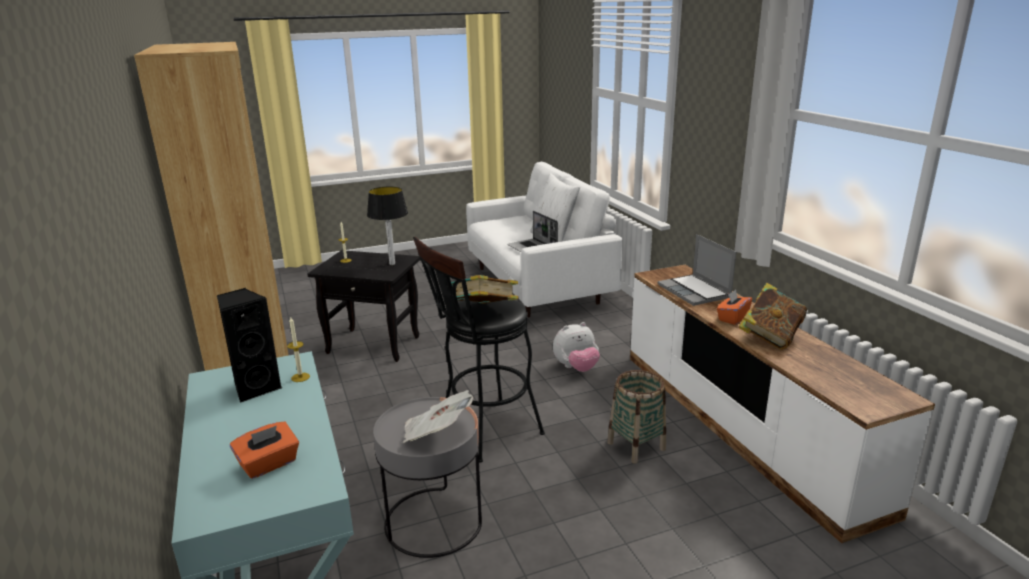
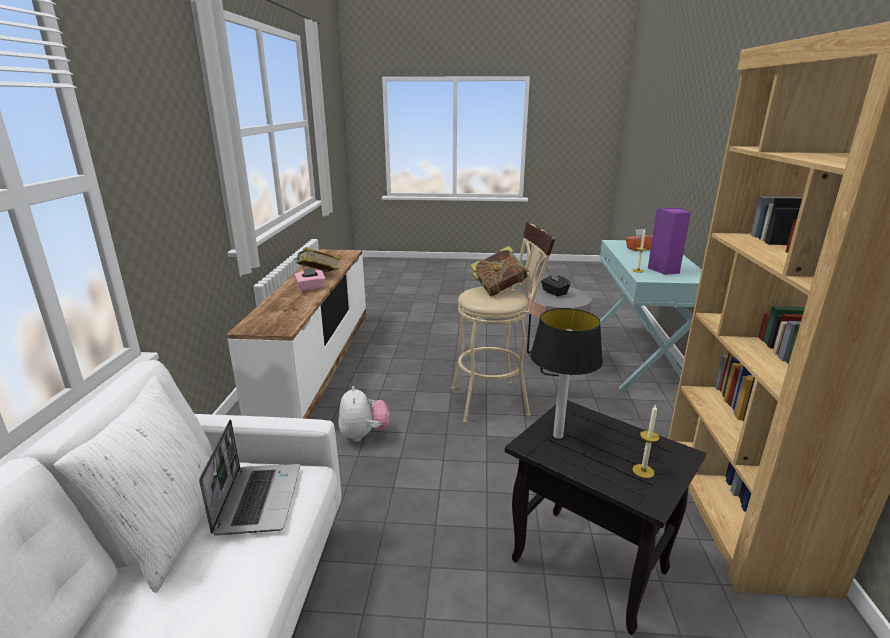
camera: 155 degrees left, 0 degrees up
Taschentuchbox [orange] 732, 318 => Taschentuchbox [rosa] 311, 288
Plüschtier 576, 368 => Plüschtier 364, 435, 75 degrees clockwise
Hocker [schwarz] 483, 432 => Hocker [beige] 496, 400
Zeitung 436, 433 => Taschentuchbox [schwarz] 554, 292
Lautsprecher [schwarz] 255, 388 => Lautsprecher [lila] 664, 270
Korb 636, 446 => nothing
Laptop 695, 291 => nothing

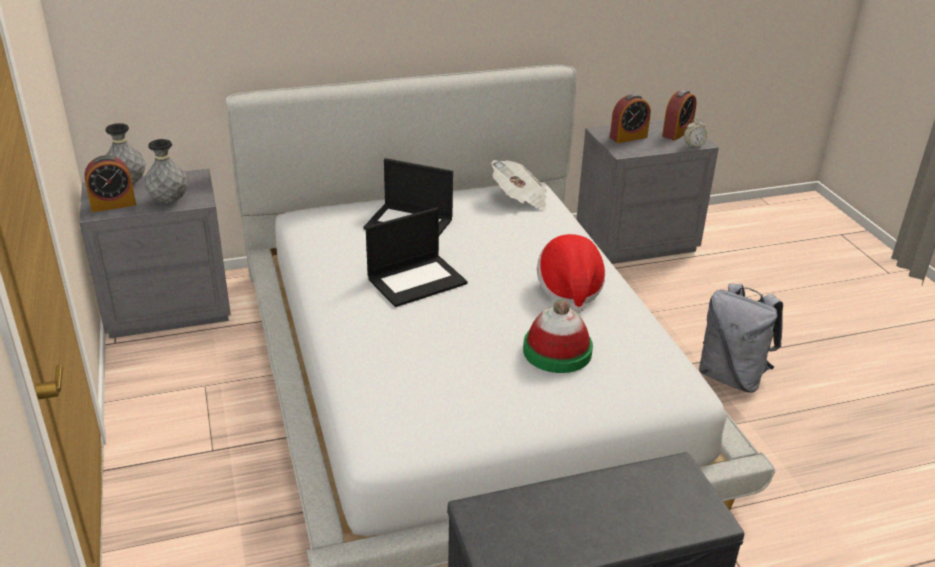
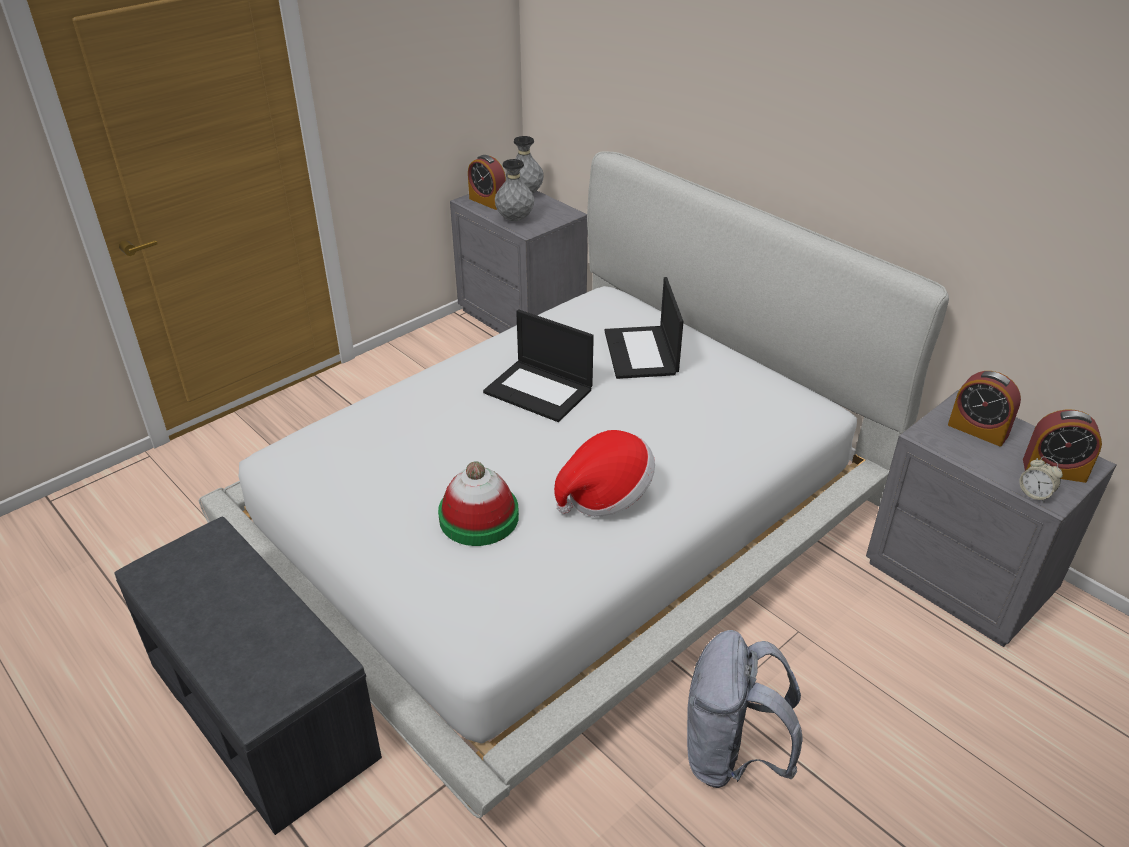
camera: 65 degrees right, 5 degrees up
Zeitung 519, 199 => nothing

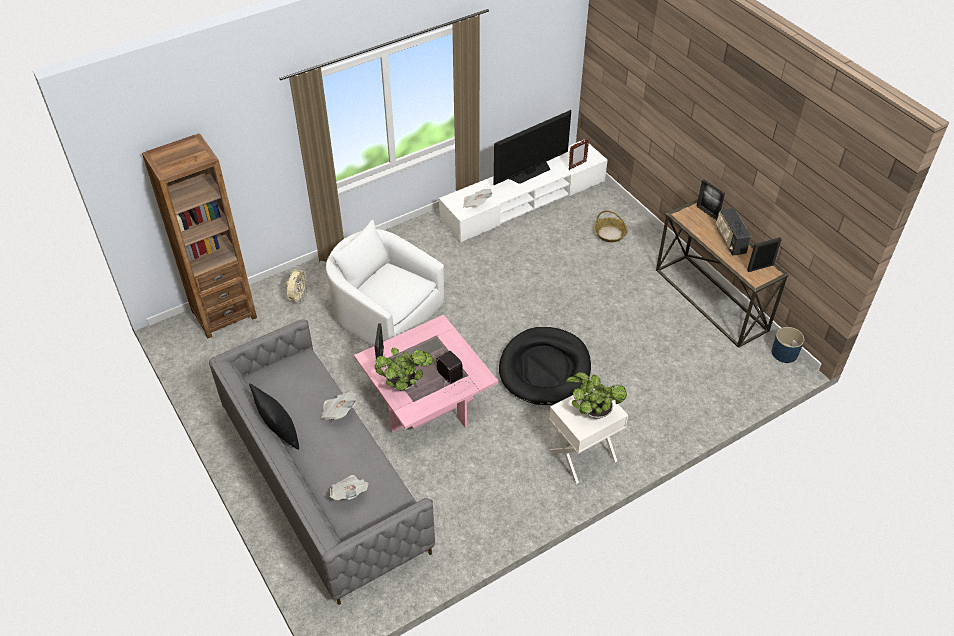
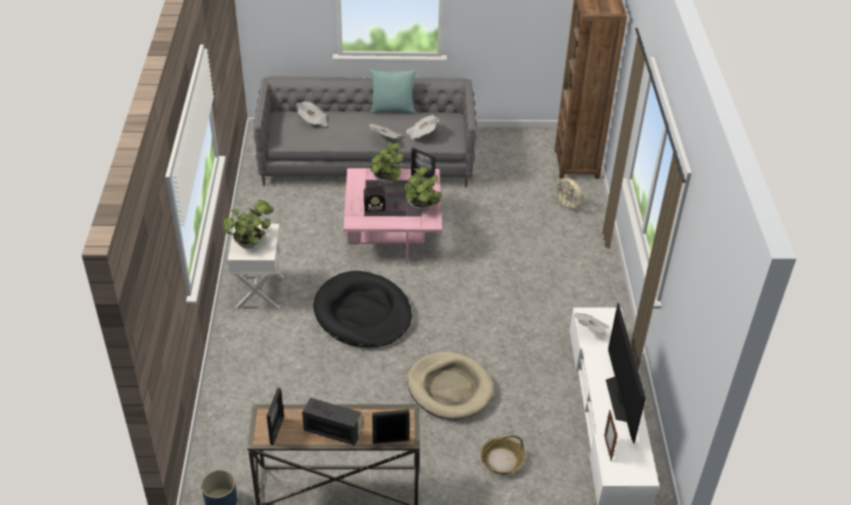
camera: 120 degrees right, 5 degrees down
Kissen [schwarz] 279, 432 => Kissen [türkis] 392, 110
nothing => Topfpflanze 422, 208
nothing => Zeitung 421, 134
nothing => Hundebett [beige] 450, 388
Sessel [weiß] 384, 313 => nothing

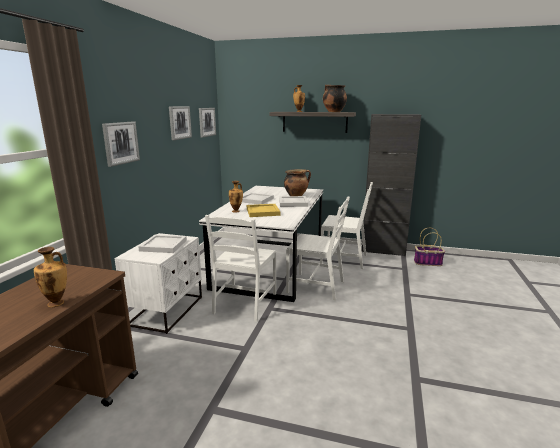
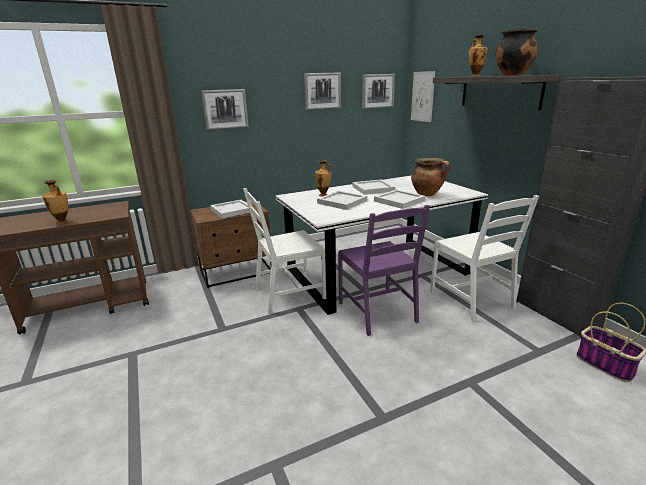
camera: 50 degrees right, 5 degrees up
Nachttisch [weiß] 167, 311 => Nachttisch [braun] 237, 272
Tablett [gelb] 262, 212 => Tablett [weiß] 342, 202
Stuhl [weiß] 316, 286 => Stuhl [lila] 378, 312
nothing => Bild 422, 96

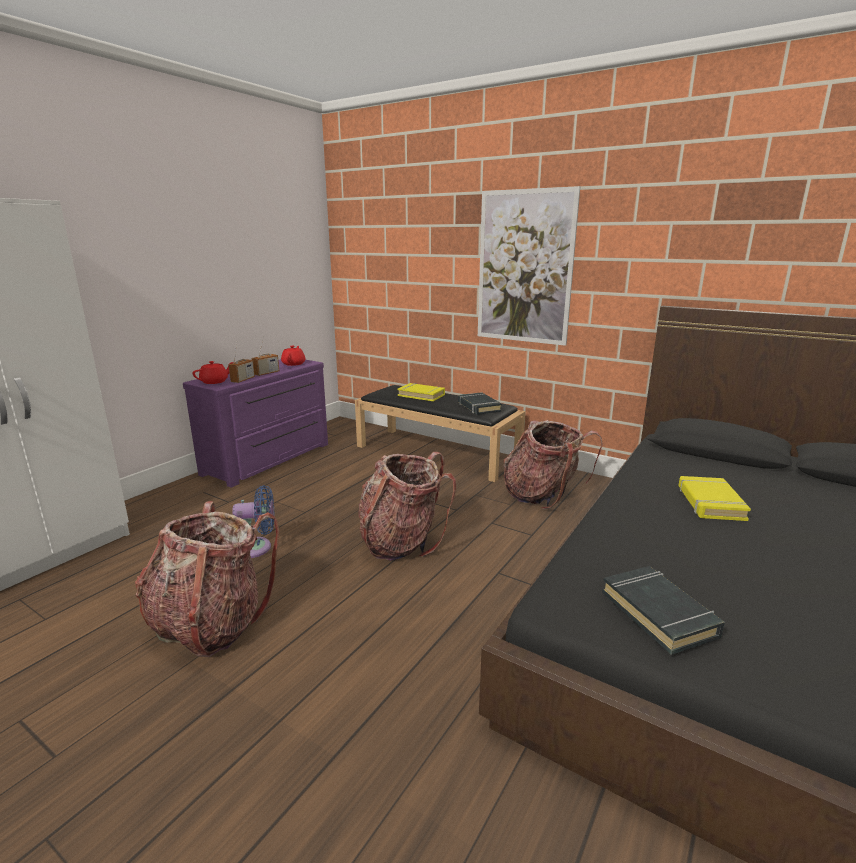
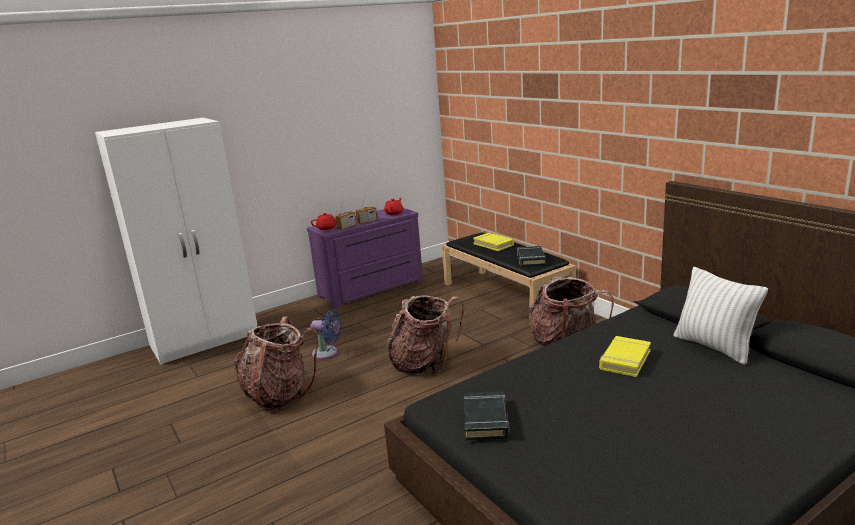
camera: 25 degrees right, 0 degrees up
nothing => Kissen [weiß] 714, 347
Bild 524, 268 => nothing

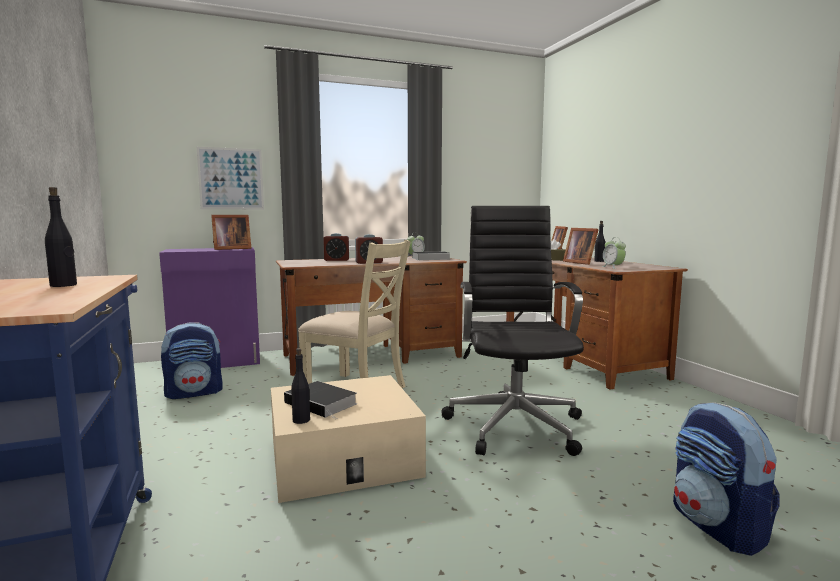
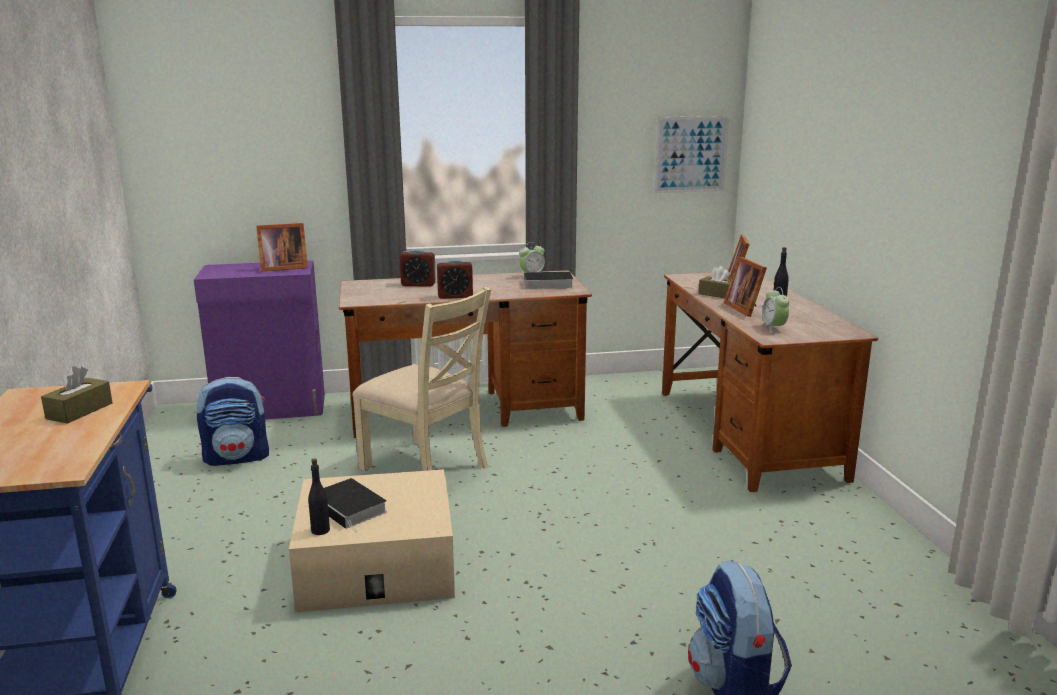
camera: 10 degrees right, 10 degrees up
Flasche [schwarz] 64, 285 => Taschentuchbox [braun] 79, 411
Bild 231, 179 => Bild 691, 154, shifted
Bürostuhl [schwarz] 514, 424 => nothing

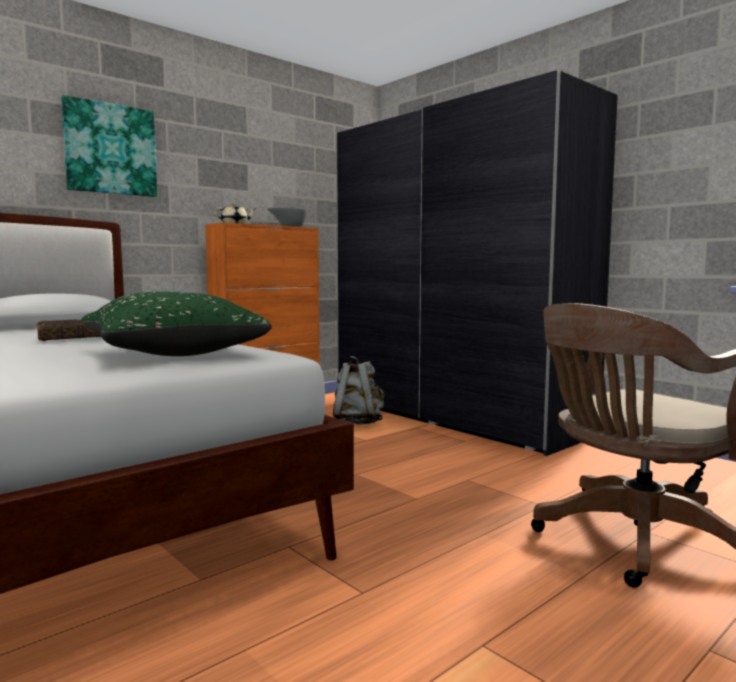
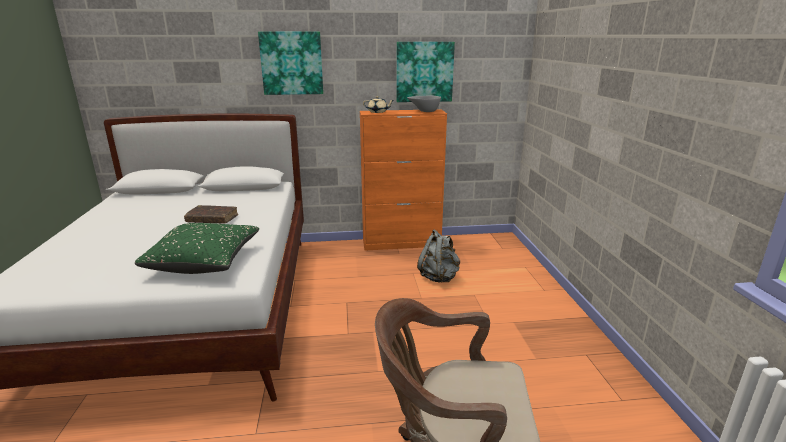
camera: 35 degrees right, 15 degrees up
nothing => Bild 424, 72
Kleiderschrank [grau] 454, 416 => nothing

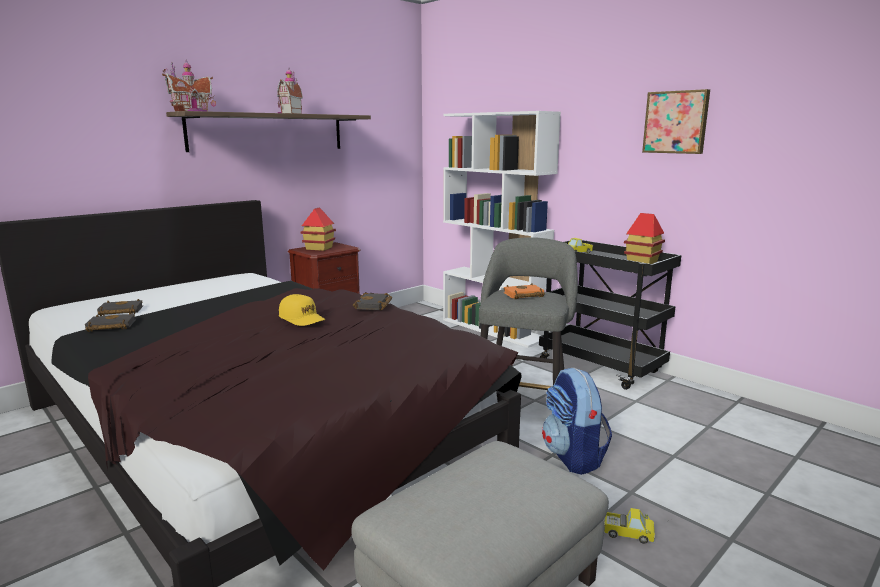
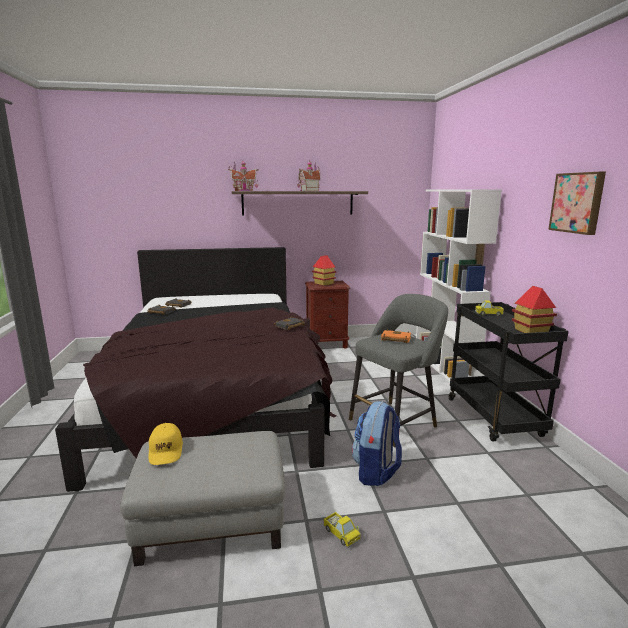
camera: 35 degrees right, 0 degrees up
Kappe [gelb] 302, 318 => Kappe [gelb] 166, 450, shifted

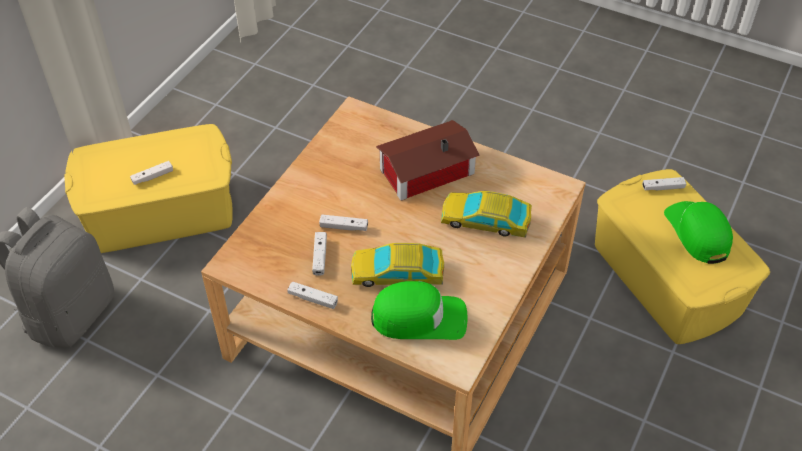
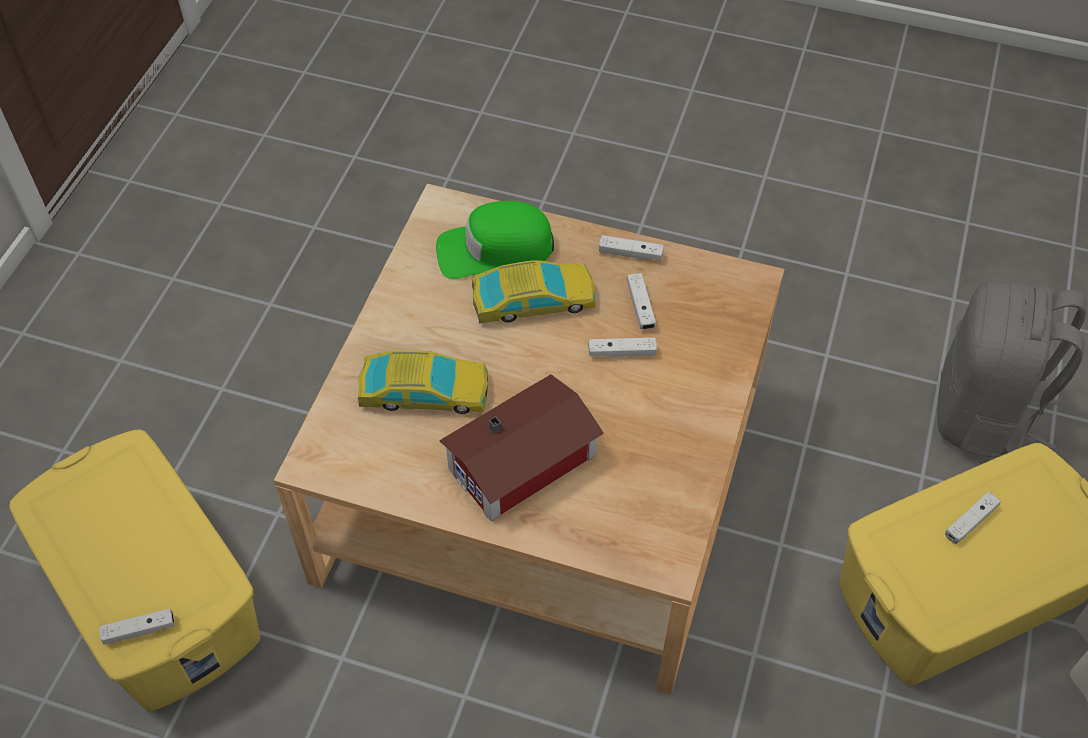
camera: 170 degrees right, 5 degrees up
Kappe [grün] 697, 233 => nothing

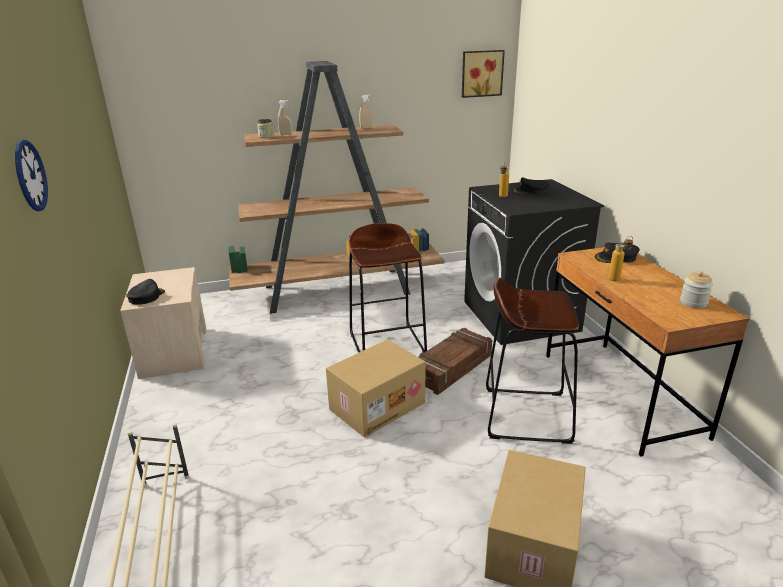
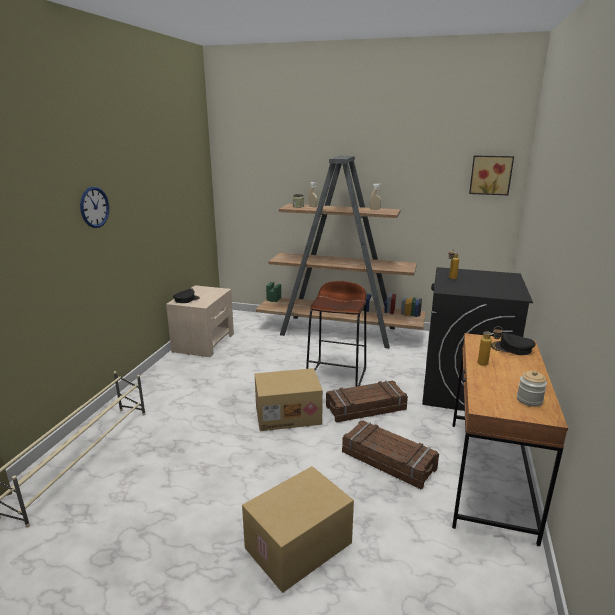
camera: 30 degrees right, 5 degrees down
Hocker [braun] 526, 414 => Kiste 388, 460
Kappe [schwarz] 530, 191 => nothing

